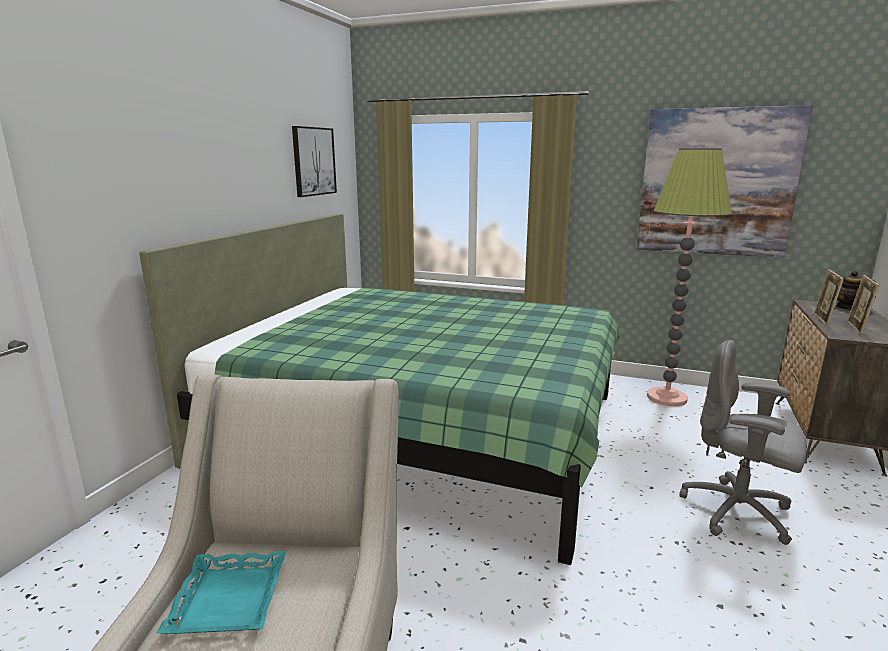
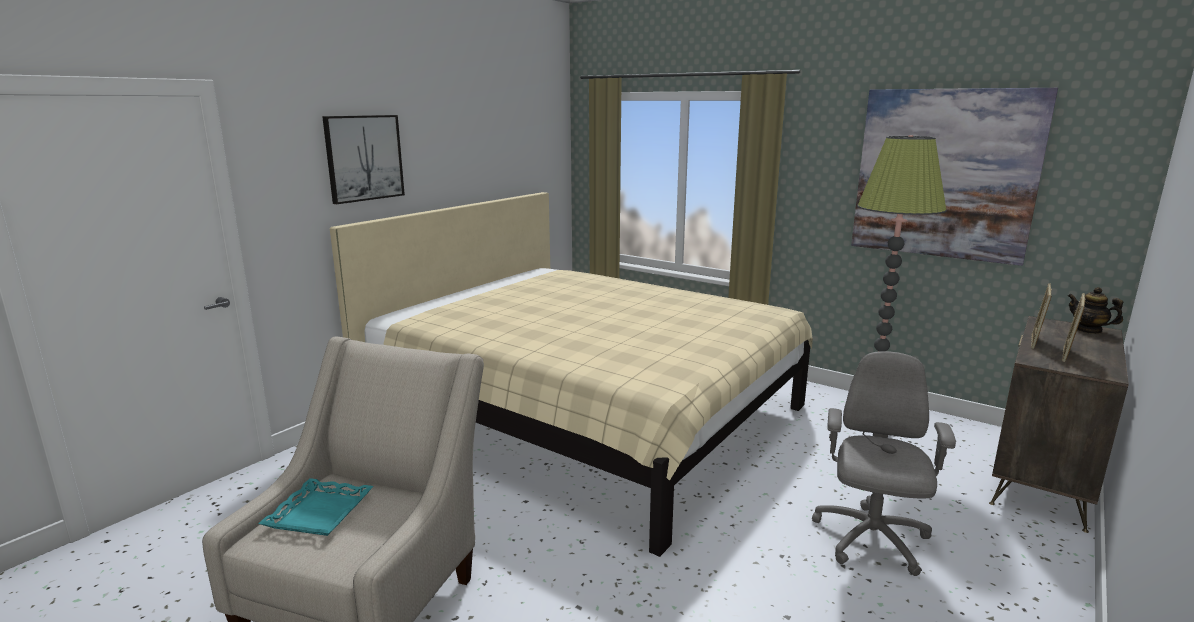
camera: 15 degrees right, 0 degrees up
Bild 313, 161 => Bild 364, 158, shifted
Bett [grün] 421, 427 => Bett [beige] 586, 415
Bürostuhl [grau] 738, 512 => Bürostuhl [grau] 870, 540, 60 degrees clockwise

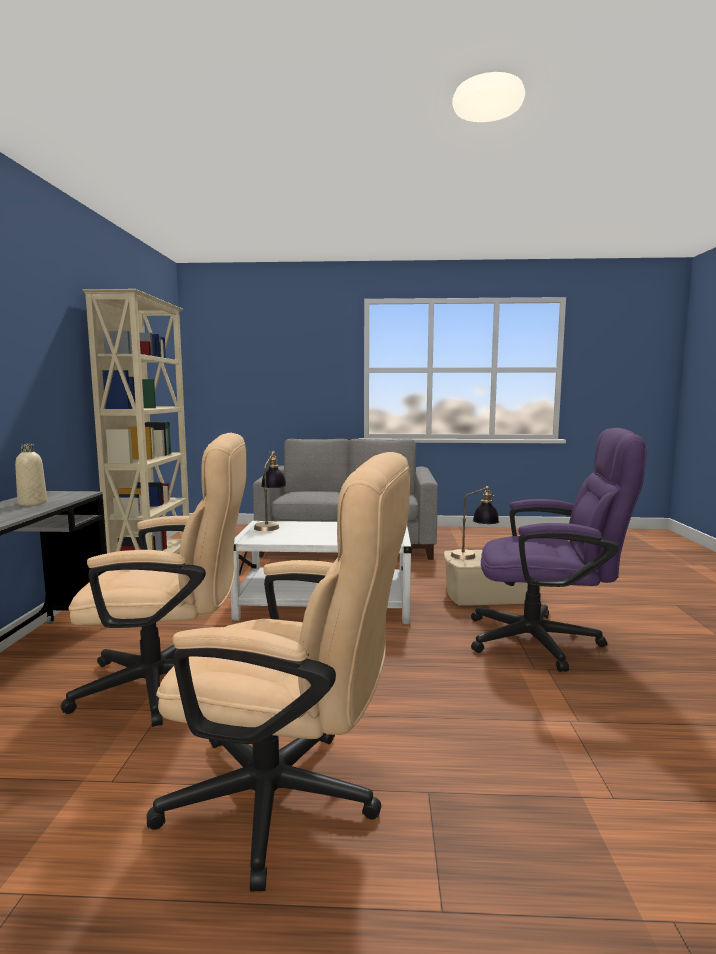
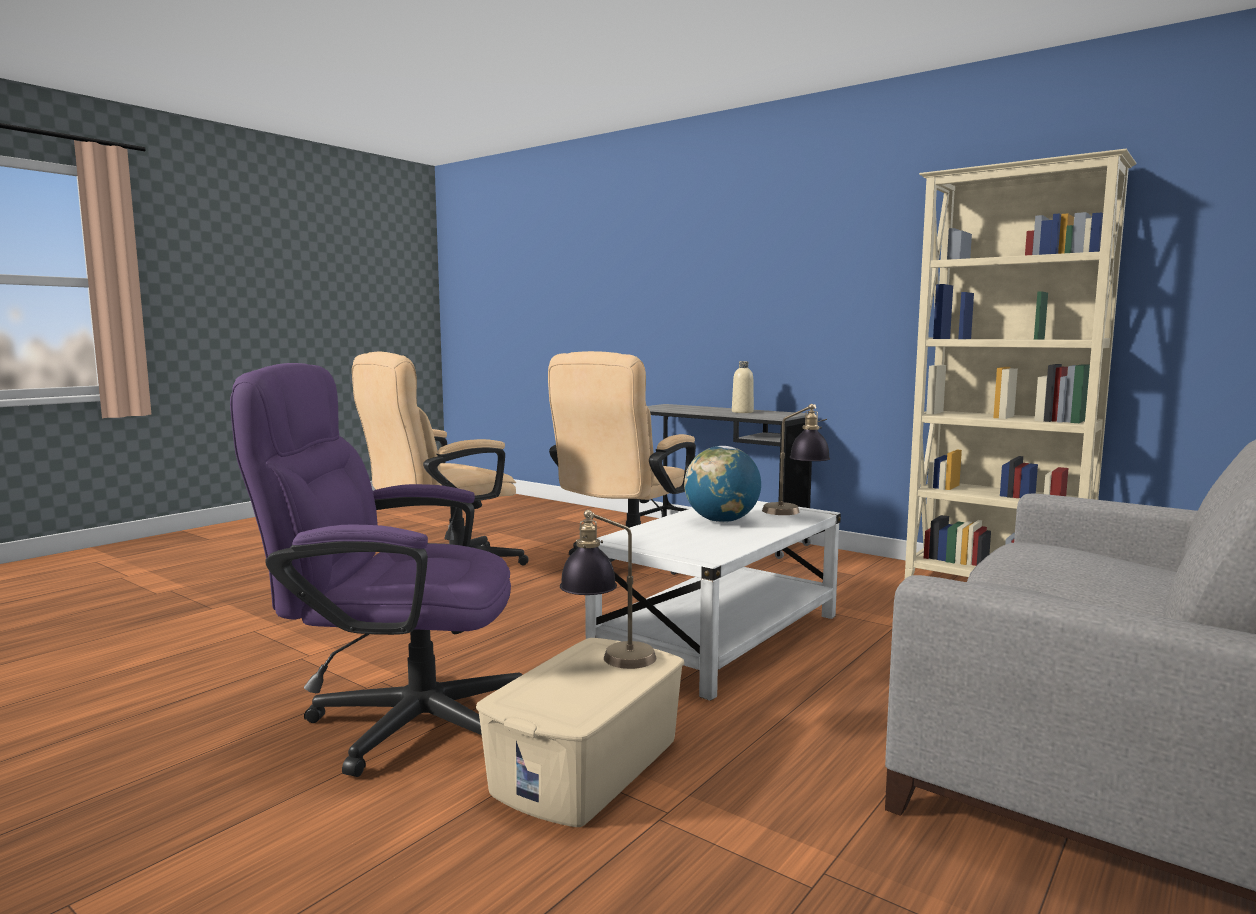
camera: 125 degrees right, 0 degrees up
Bürostuhl [lila] 547, 641 => Bürostuhl [lila] 398, 721, 45 degrees clockwise
nothing => Globus 722, 521

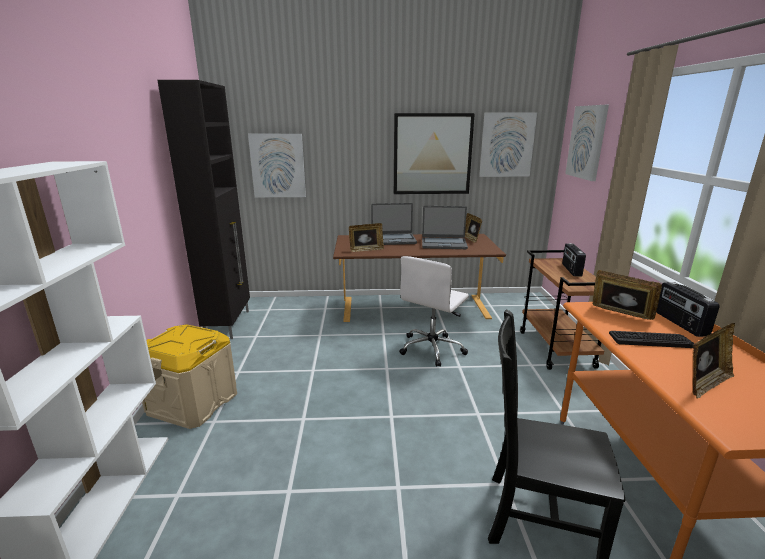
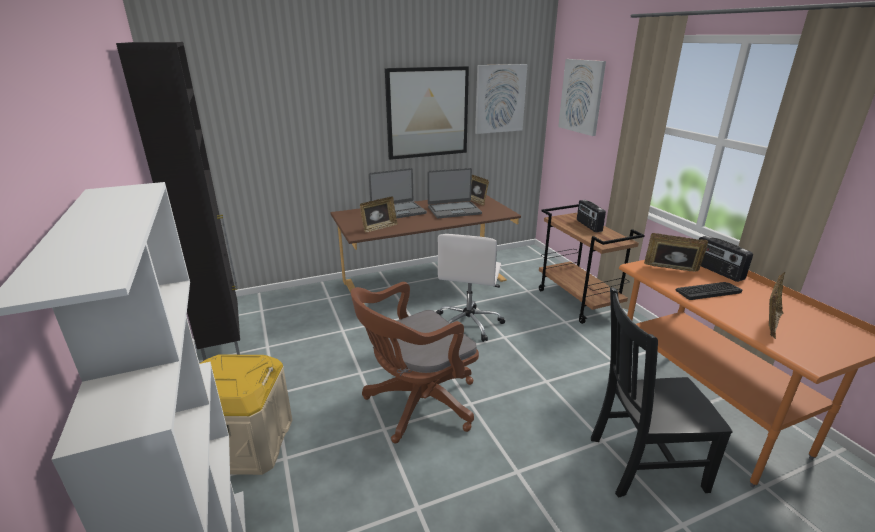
camera: 20 degrees left, 5 degrees up
nothing => Bürostuhl [braun] 416, 405
Bild 278, 166 => nothing

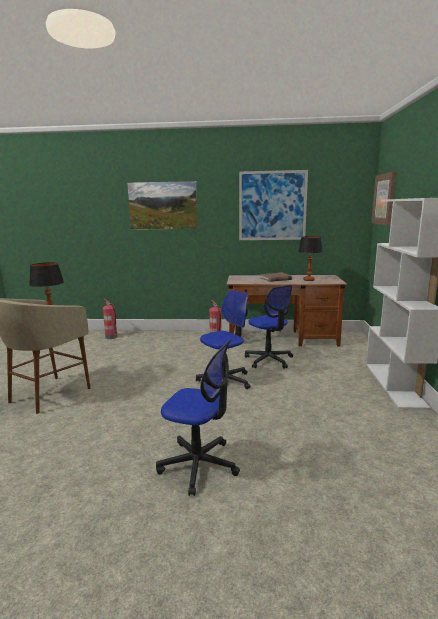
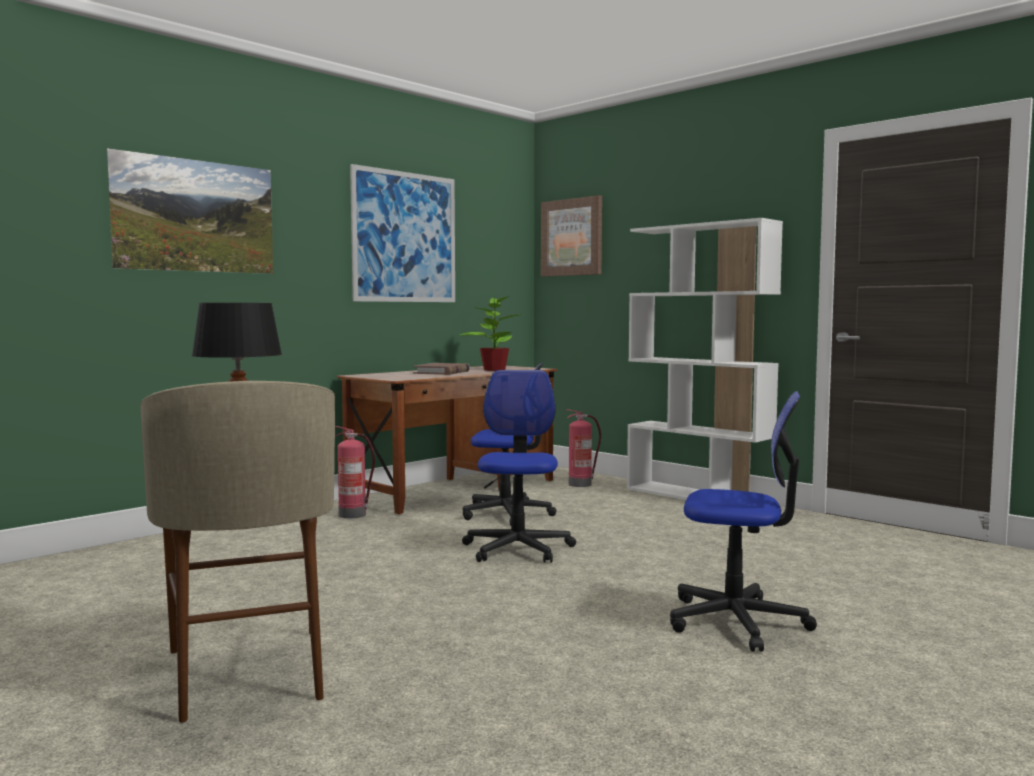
camera: 50 degrees left, 10 degrees down
Tischlampe 309, 280 => Topfpflanze 494, 370
Feuerlöscher 112, 337 => Feuerlöscher 581, 484, shifted
Bürostuhl 199, 465 => Bürostuhl 737, 621, 45 degrees clockwise

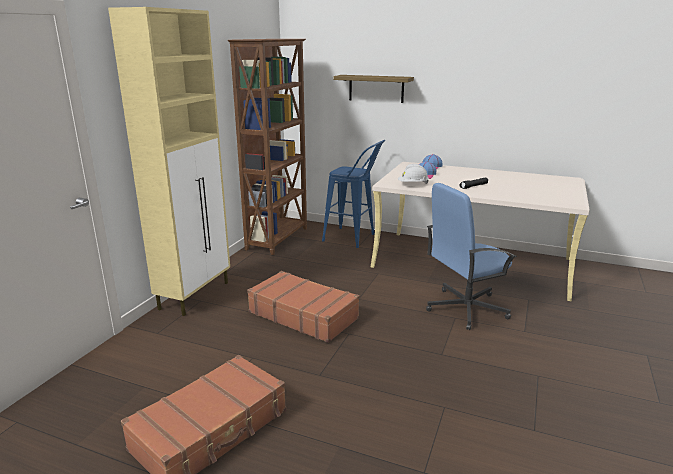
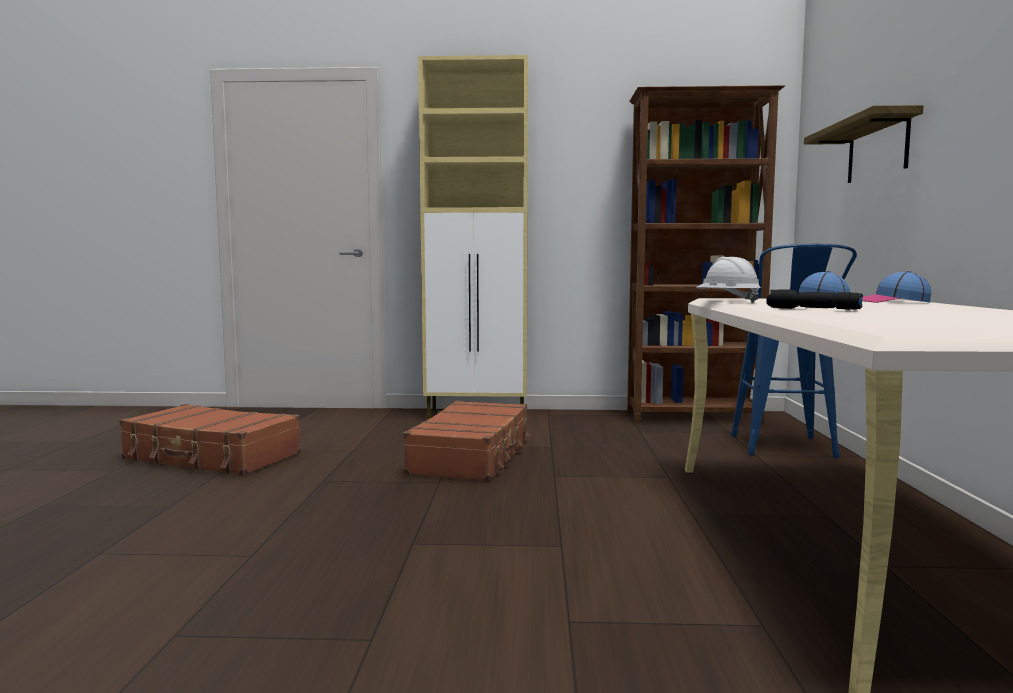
camera: 70 degrees right, 15 degrees down
Bürostuhl [blau] 465, 308 => nothing

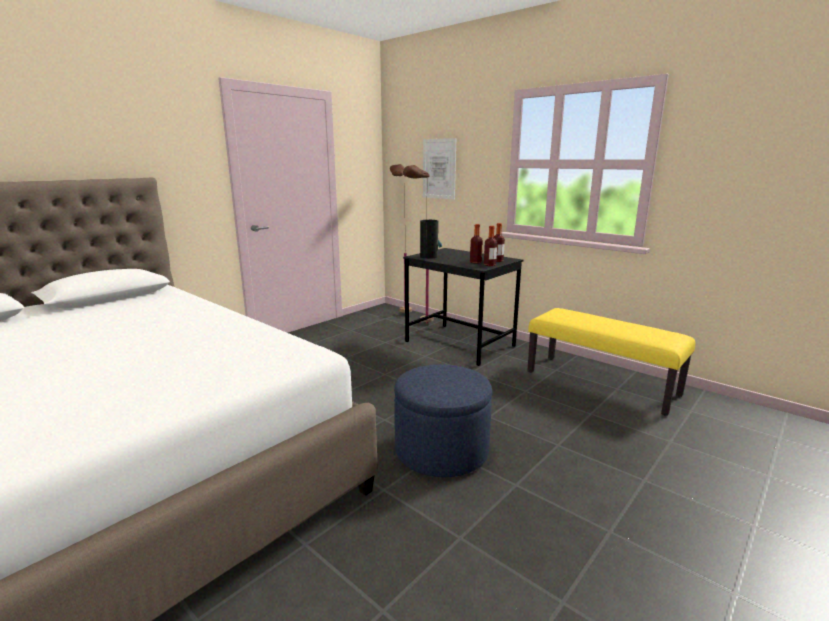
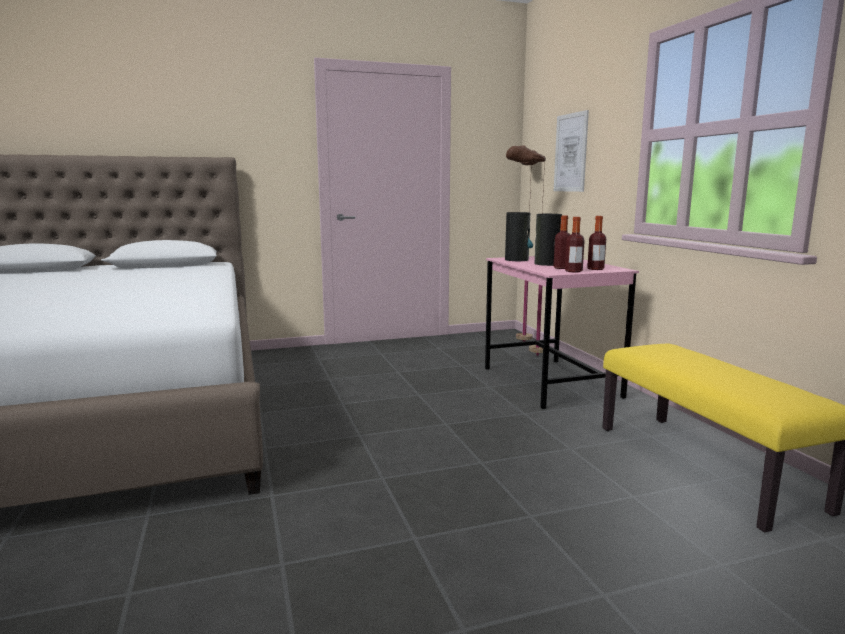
camera: 30 degrees right, 5 degrees down
Schreibtisch [schwarz] 460, 344 => Schreibtisch [rosa] 551, 383
nothing => Vase 546, 264
Polsterhocker [blau] 441, 451 => nothing

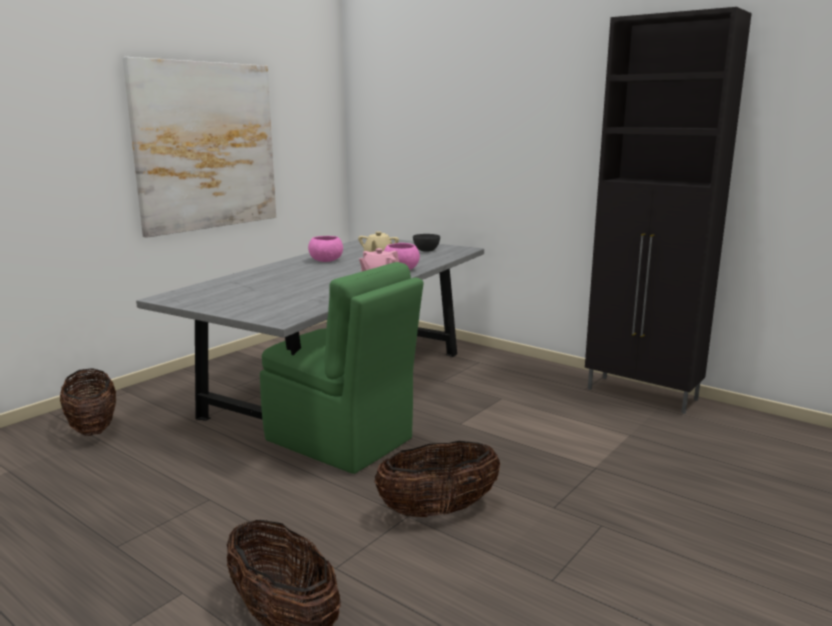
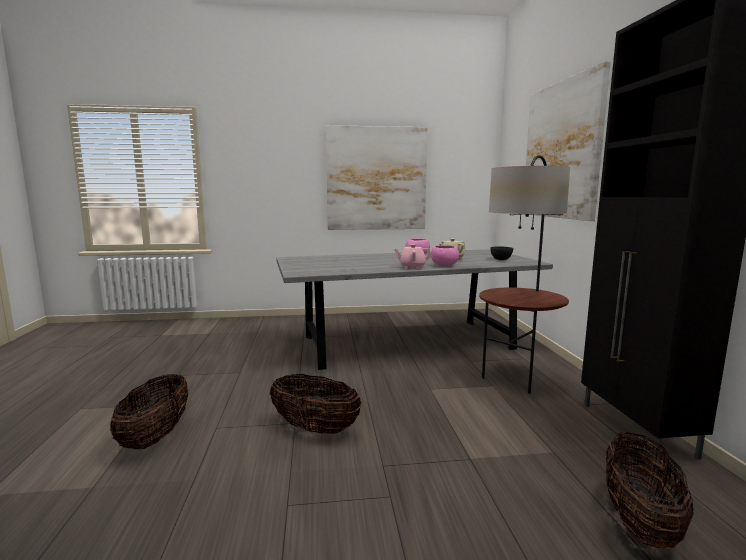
camera: 45 degrees right, 5 degrees down
nothing => Stehlampe 517, 377
nothing => Bild 561, 150
Korb 92, 428 => Korb 639, 521, shifted
Stuhl [grün] 341, 441 => nothing

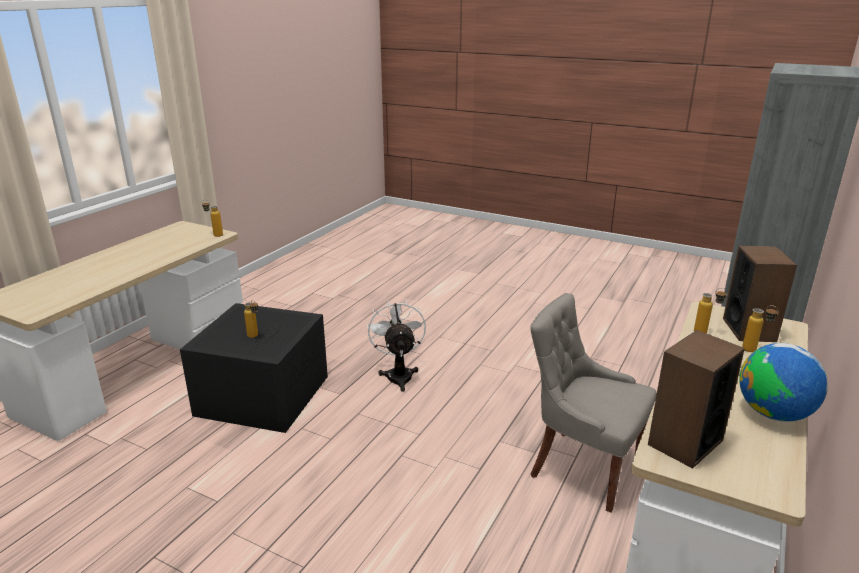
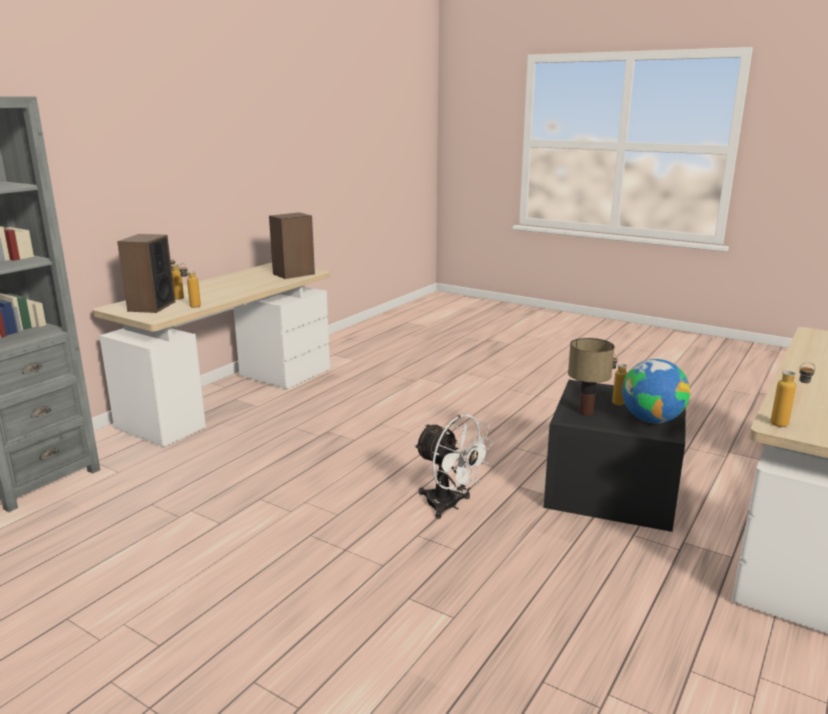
camera: 175 degrees left, 5 degrees down
Ventilator [weiß] 398, 374 => Ventilator [weiß] 450, 506, 45 degrees counterclockwise
nothing => Tischlampe 585, 412
Globus 774, 414 => Globus 651, 420, shifted
Stuhl [grau] 582, 467 => nothing

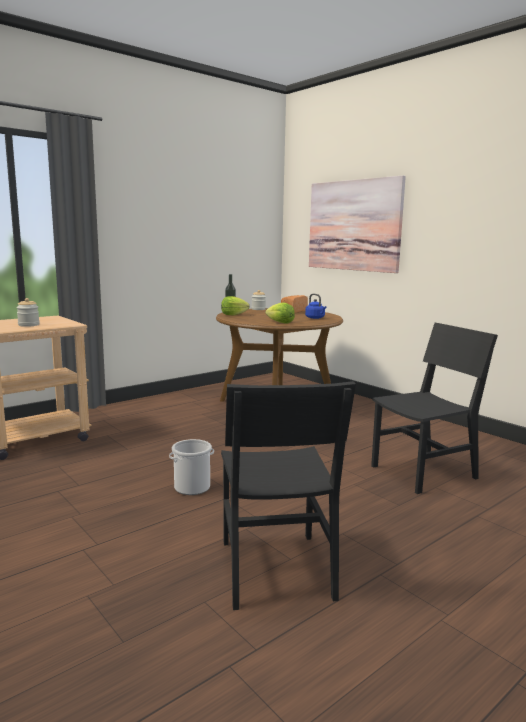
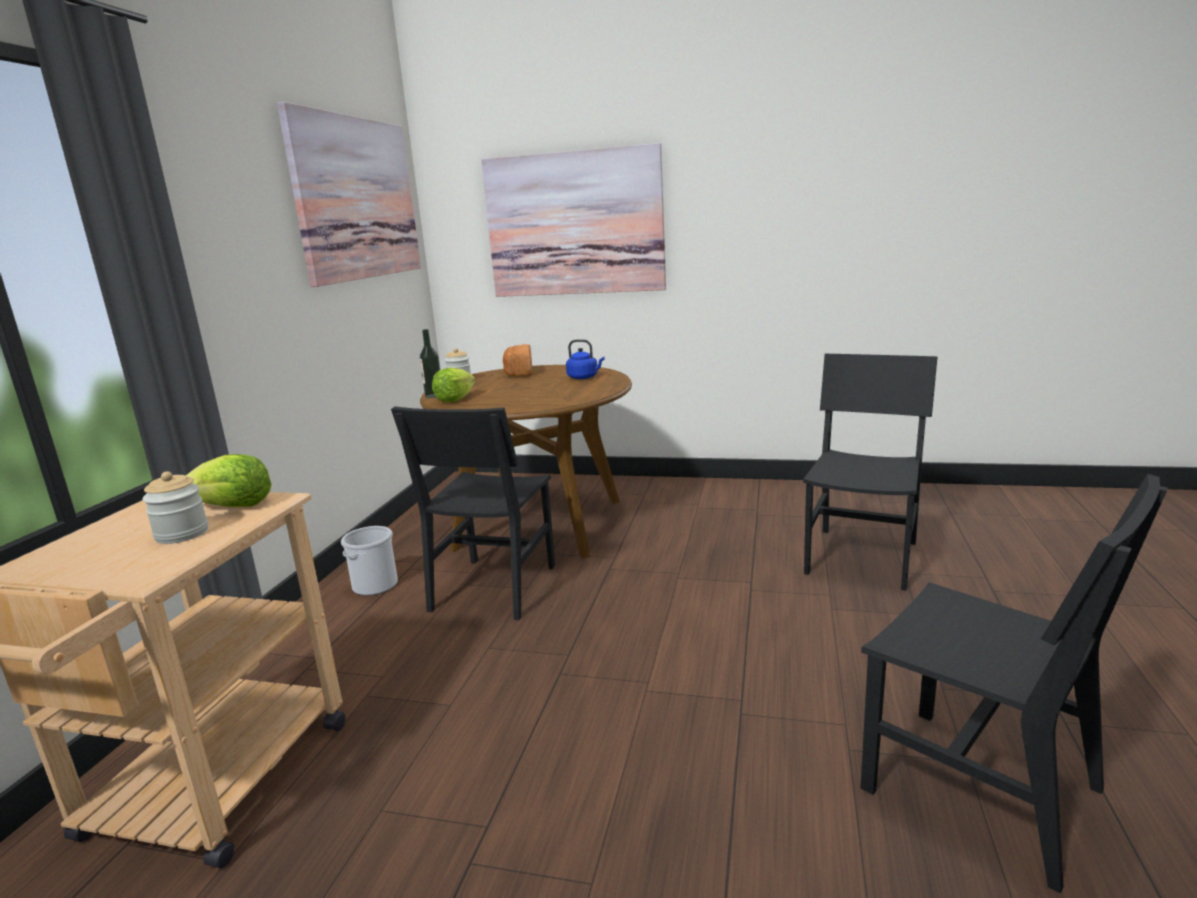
camera: 35 degrees left, 5 degrees up
Salatkopf 280, 322 => Salatkopf 233, 507, shifted
nothing => Bild 357, 199
Eimer 192, 487 => Eimer 375, 585, shifted
nothing => Stuhl [schwarz] 493, 587

